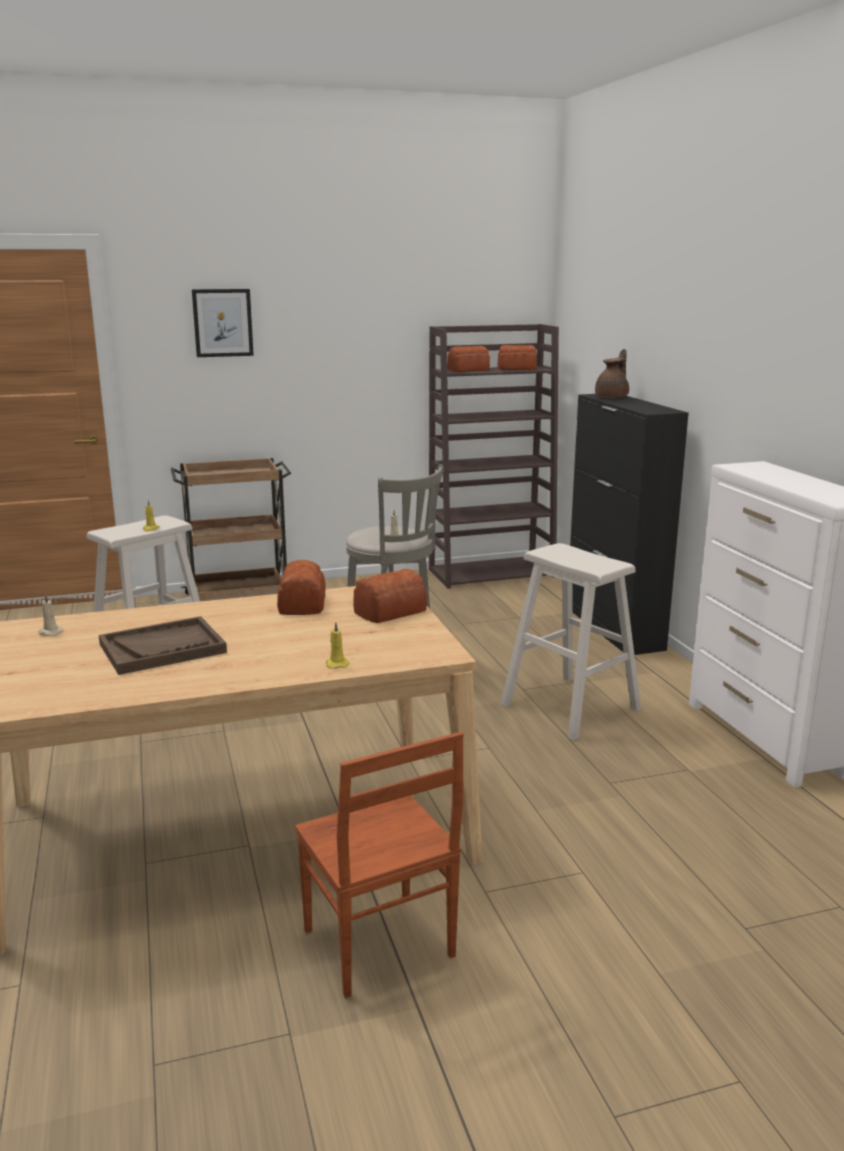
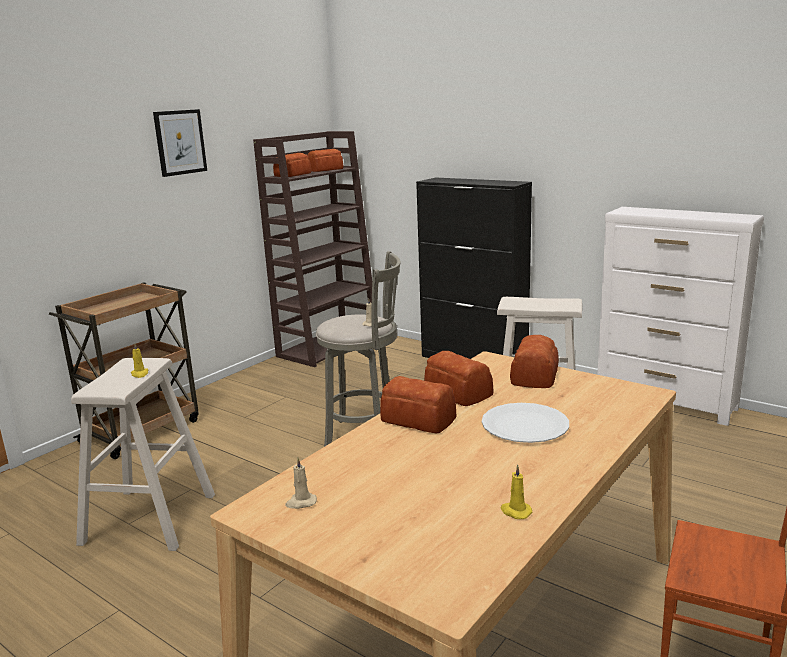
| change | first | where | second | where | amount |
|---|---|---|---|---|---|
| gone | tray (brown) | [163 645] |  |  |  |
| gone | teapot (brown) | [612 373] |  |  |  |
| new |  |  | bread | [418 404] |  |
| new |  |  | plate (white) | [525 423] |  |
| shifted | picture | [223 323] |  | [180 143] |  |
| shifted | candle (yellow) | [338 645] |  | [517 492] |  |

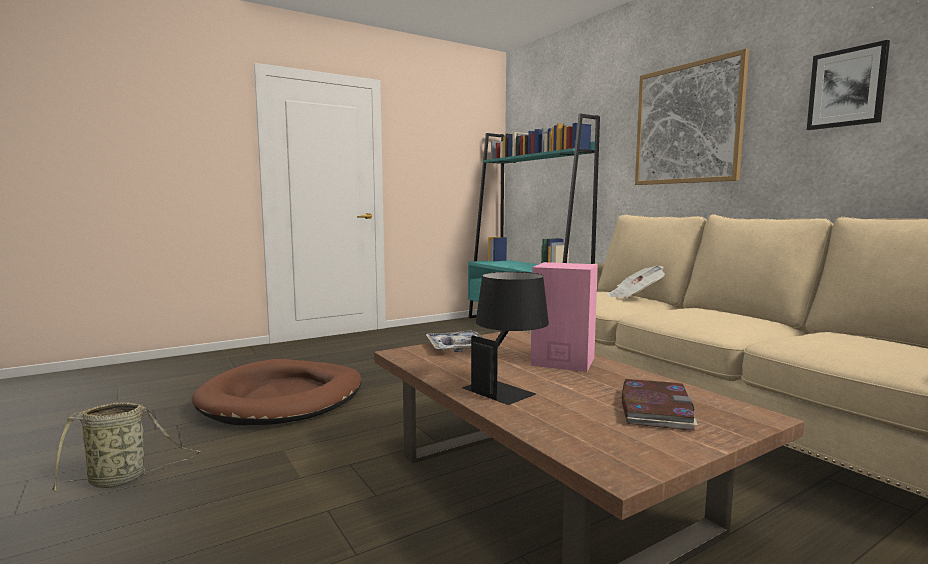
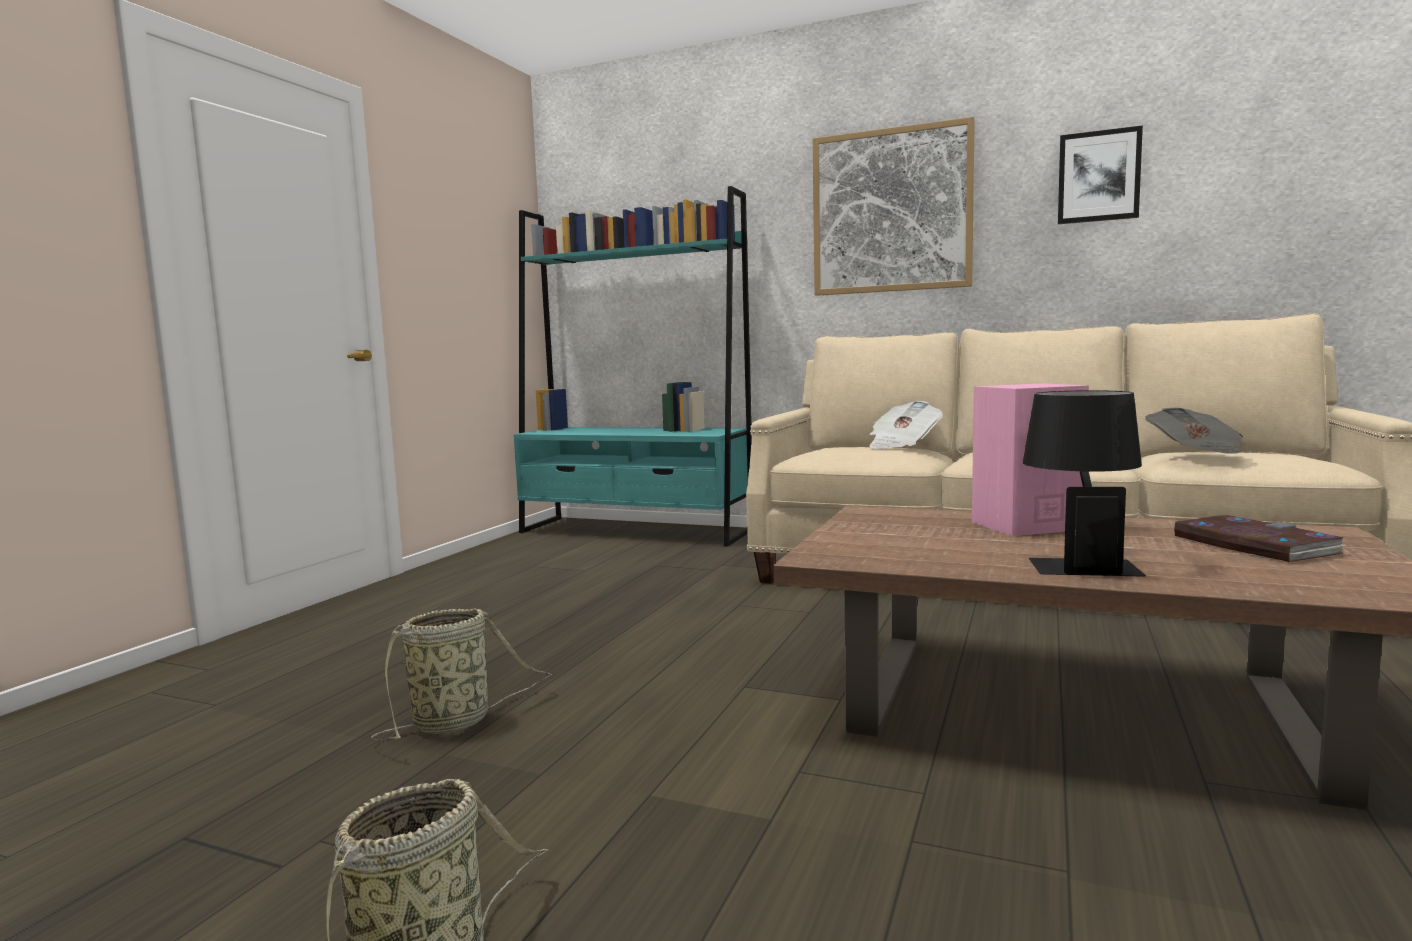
| change | first | where | second | where | amount |
|---|---|---|---|---|---|
| gone | tray | [454 341] |  |  |  |
| new |  |  | newspaper | [1195 431] |  |
| swapped | dog bed (brown) | [276 392] | basket | [461 674] |  |

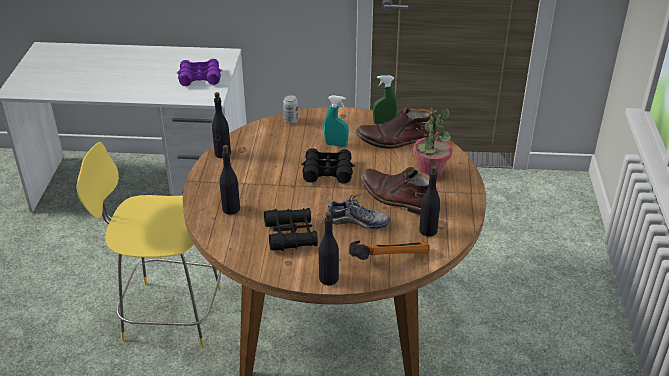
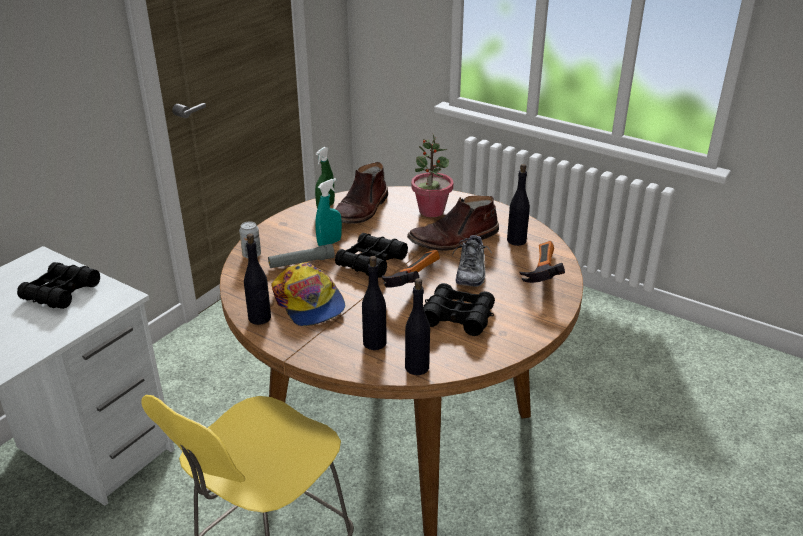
| change | first | where | second | where | amount |
|---|---|---|---|---|---|
| new |  |  | flashlight (grey) | [301 256] |  |
| new |  |  | cap | [308 294] |  |
| new |  |  | hammer | [411 268] |  |
| shifted | bottle (black) | [329 248] |  | [417 326] |  |
| repainted | binoculars (purple) | [199 72] | binoculars (black) | [58 285] |  |
| rotated | shoe | [358 212] |  | [472 260] | 150 degrees clockwise |

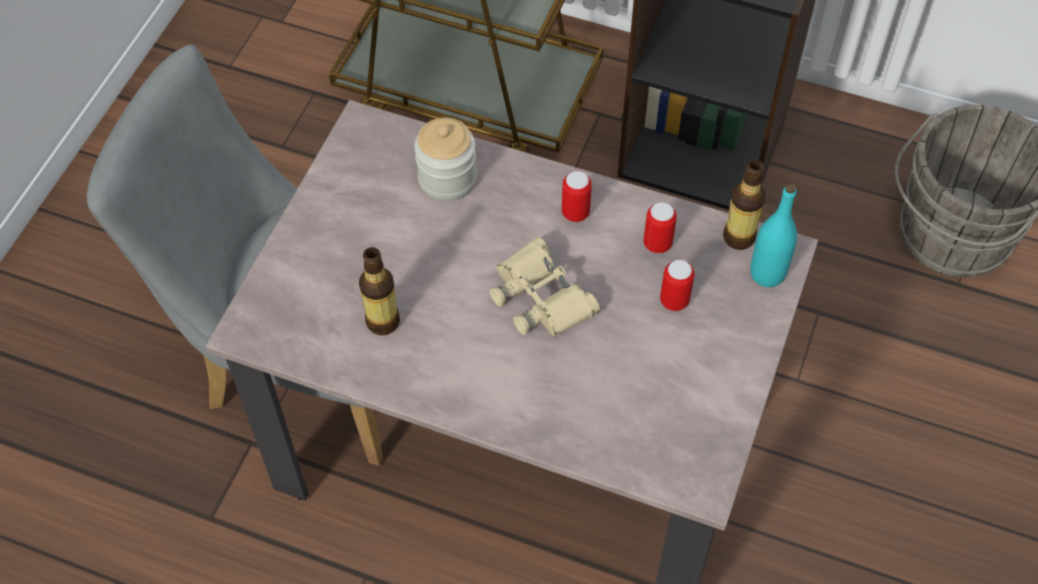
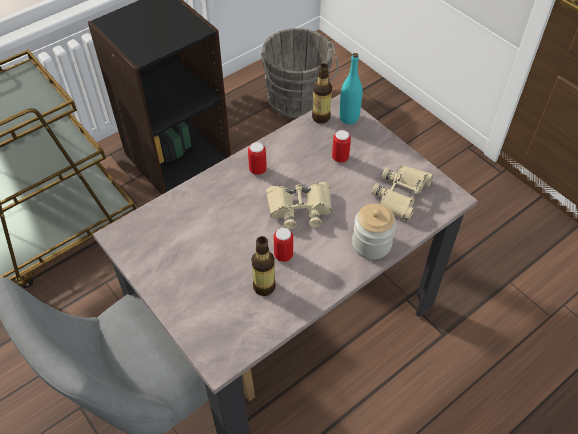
| change | first | where | second | where | amount |
|---|---|---|---|---|---|
| new |  |  | binoculars (beige) | [402 193] |  |
| shifted | jar | [445 159] |  | [374 231] |  |
| shifted | can | [660 228] |  | [283 245] |  |

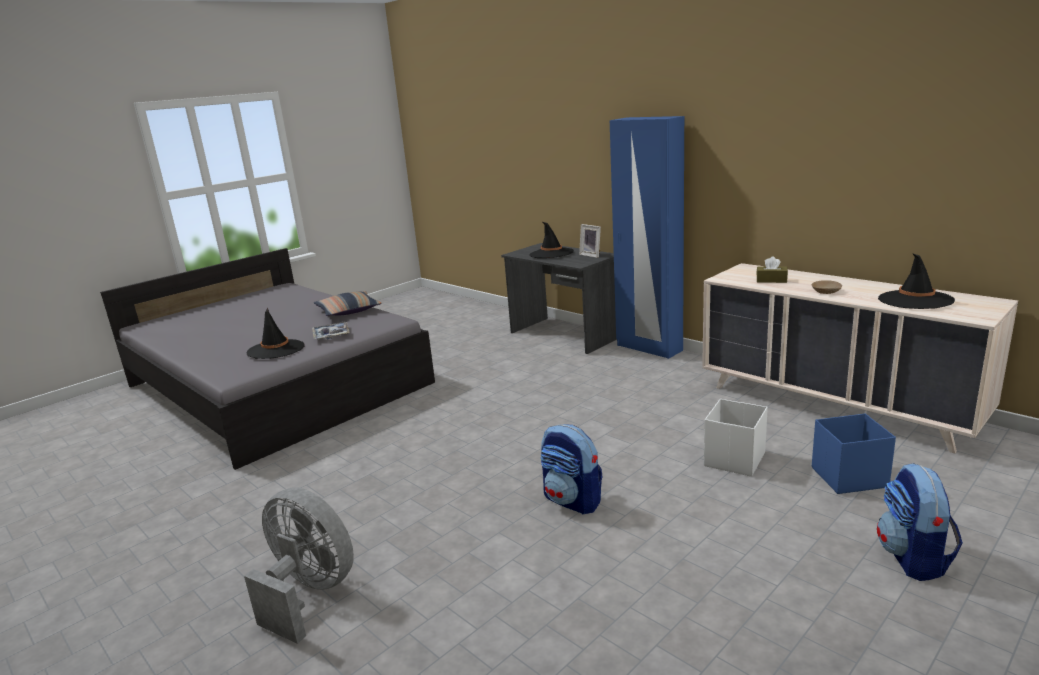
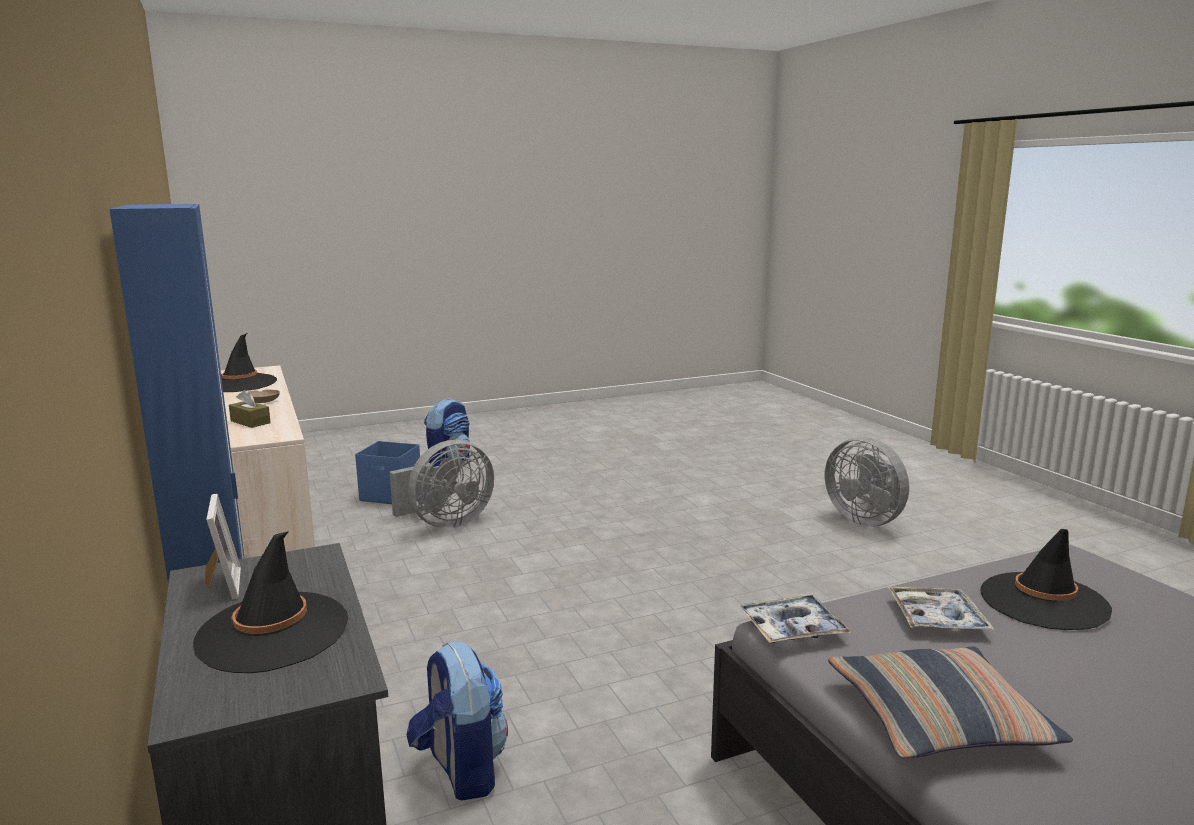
| change | first | where | second | where | amount |
|---|---|---|---|---|---|
| new |  |  | tray | [795 618] |  |
| shifted | backpack | [572 469] |  | [457 721] |  |
| swapped | storage box (white) | [736 438] | fan (grey) | [442 484] |  |

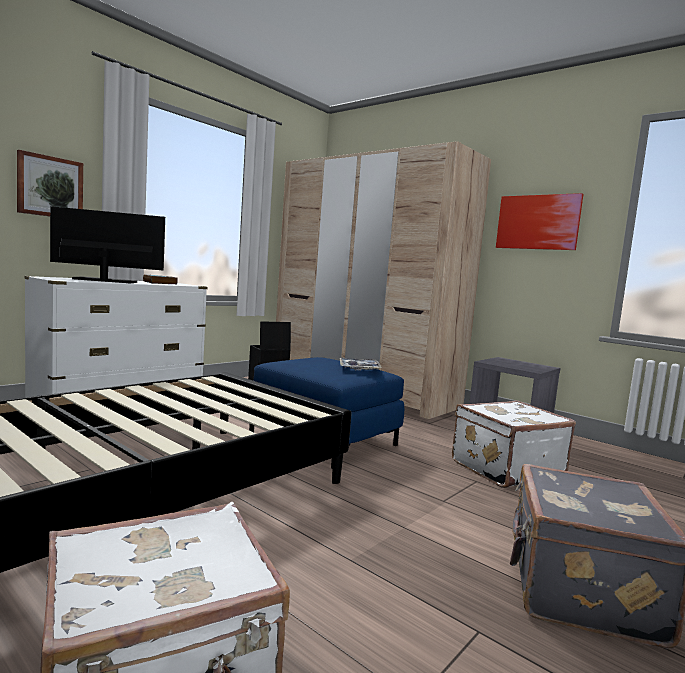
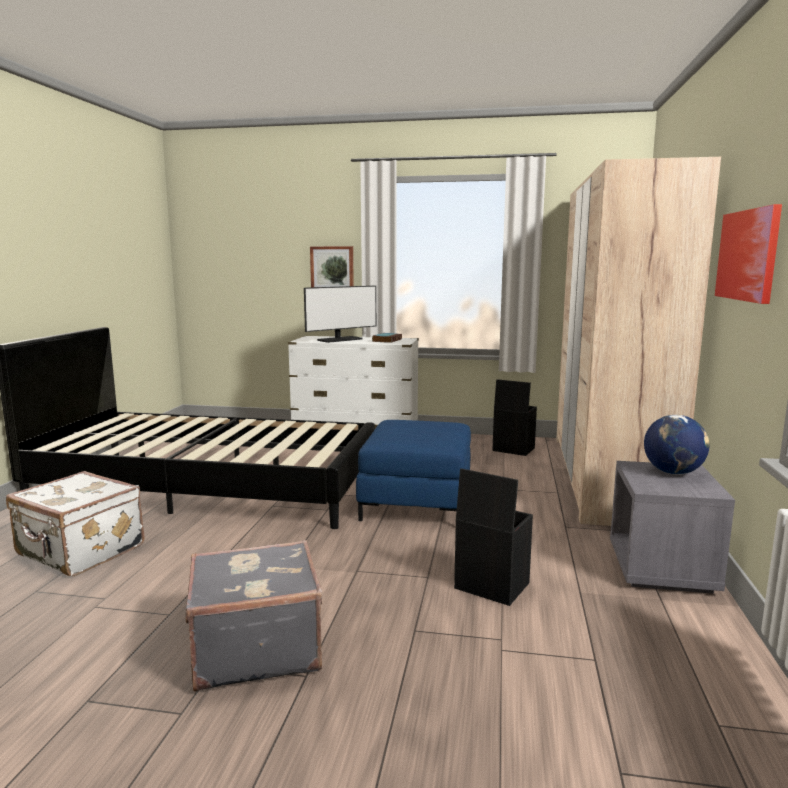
| change | first | where | second | where | amount |
|---|---|---|---|---|---|
| gone | tray | [360 364] |  |  |  |
| new |  |  | globe | [677 444] |  |
| swapped | suitcase (white) | [514 444] | storage box (black) | [493 537] |  |
| rotated | monitor | [107 244] |  | [340 314] | 90 degrees clockwise |

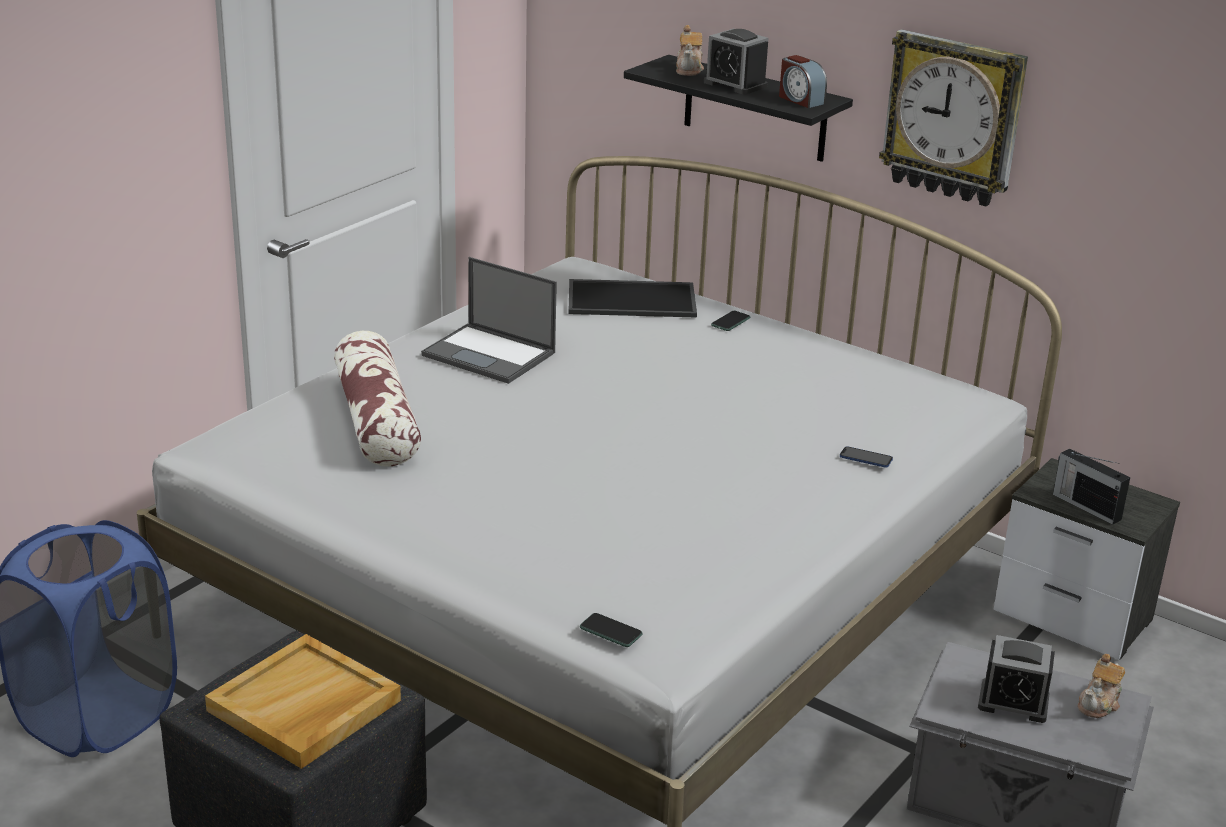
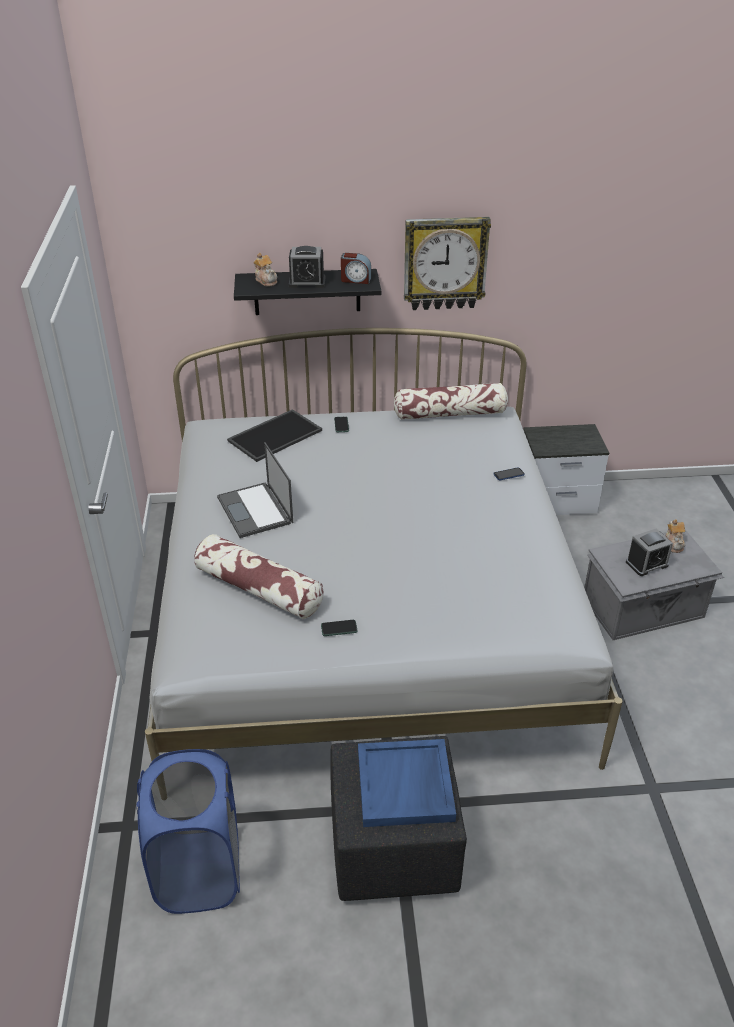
| change | first | where | second | where | amount |
|---|---|---|---|---|---|
| gone | radio | [1091 487] |  |  |  |
| new |  |  | pillow | [451 401] |  |
| shifted | phone | [611 630] |  | [339 628] |  |
| repainted | tray (beige) | [303 701] | tray (blue) | [407 783] |  |
| rotated | laptop | [489 320] |  | [255 490] | 75 degrees clockwise |

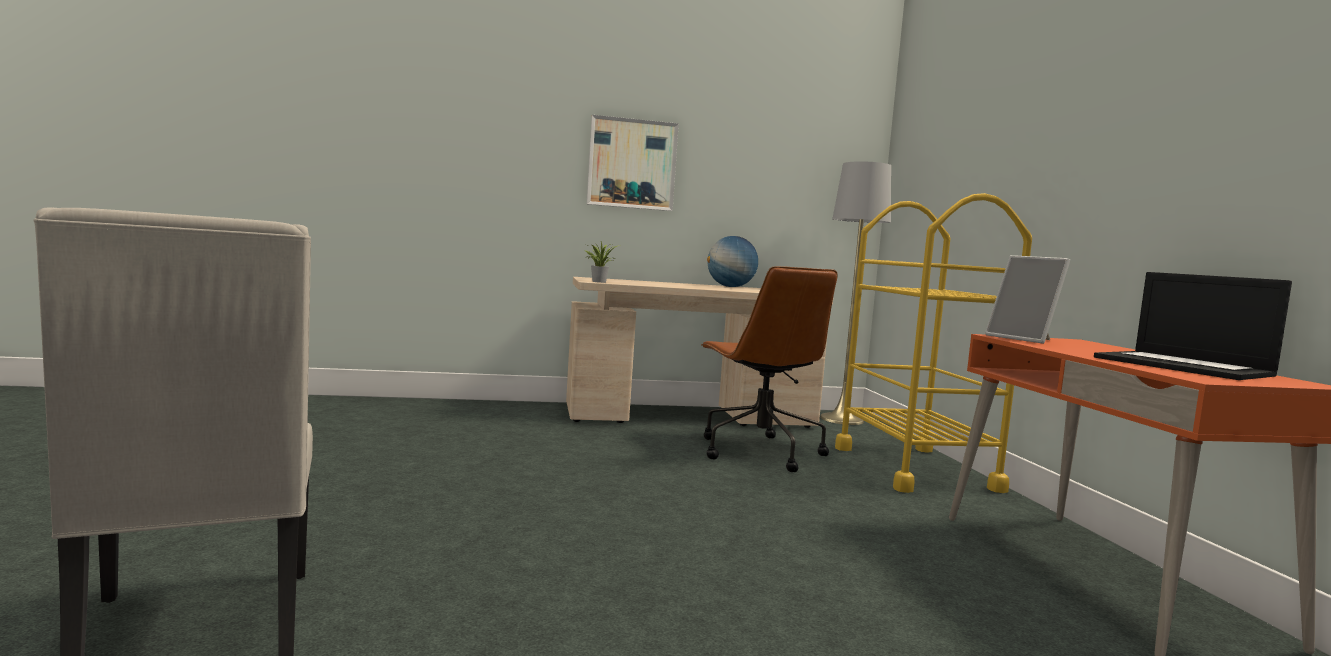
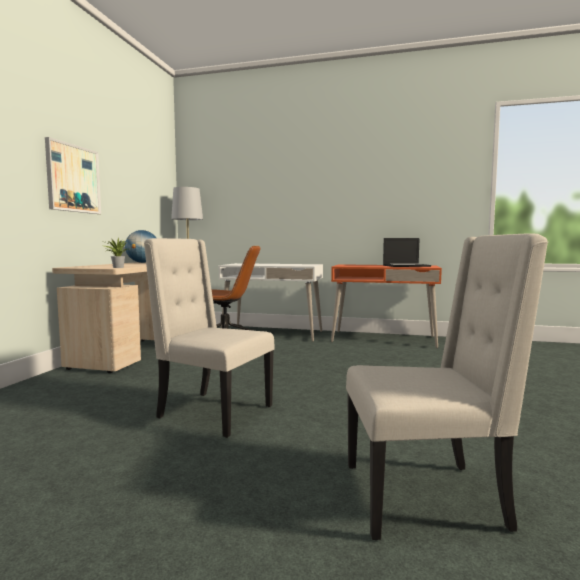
| change | first | where | second | where | amount |
|---|---|---|---|---|---|
| gone | picture frame | [1027 299] |  |  |  |
| new |  |  | chair (beige) | [209 338] |  |
| swapped | cart (yellow) | [933 343] | desk (white) | [270 302] |  |

